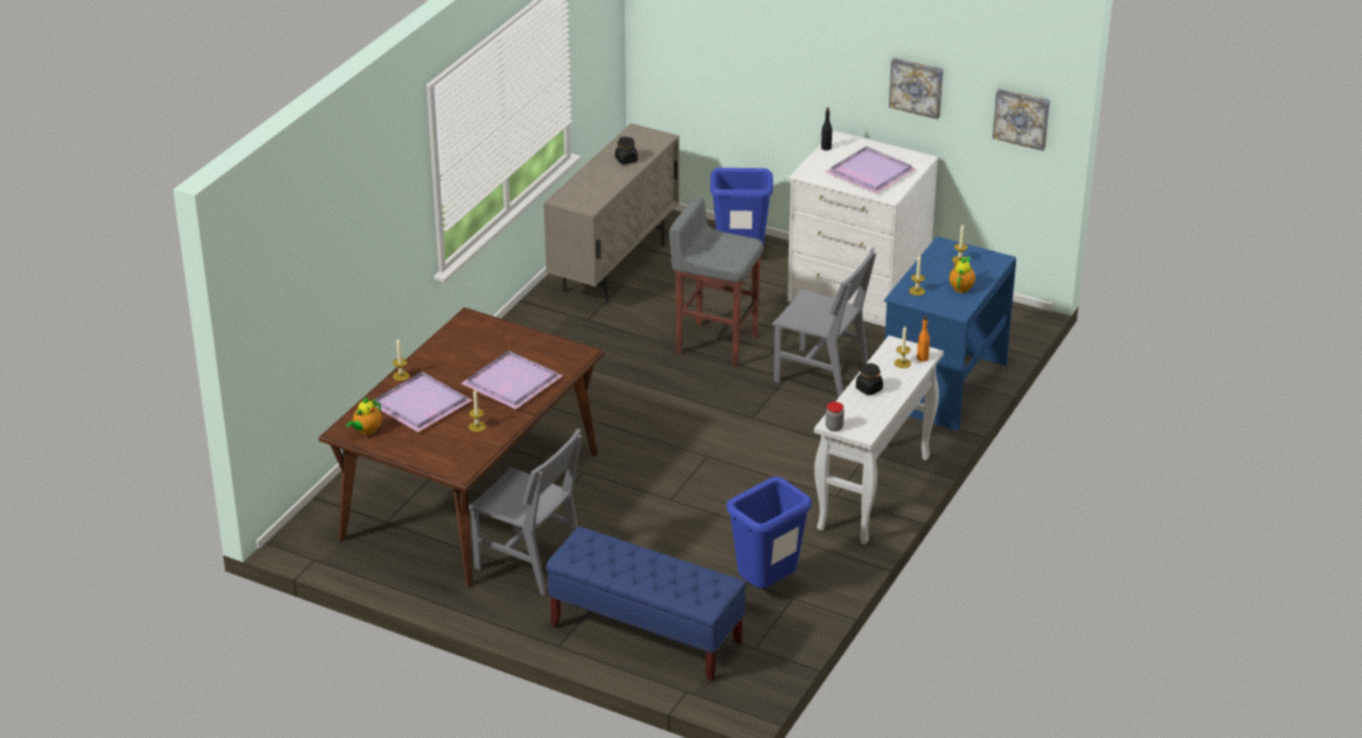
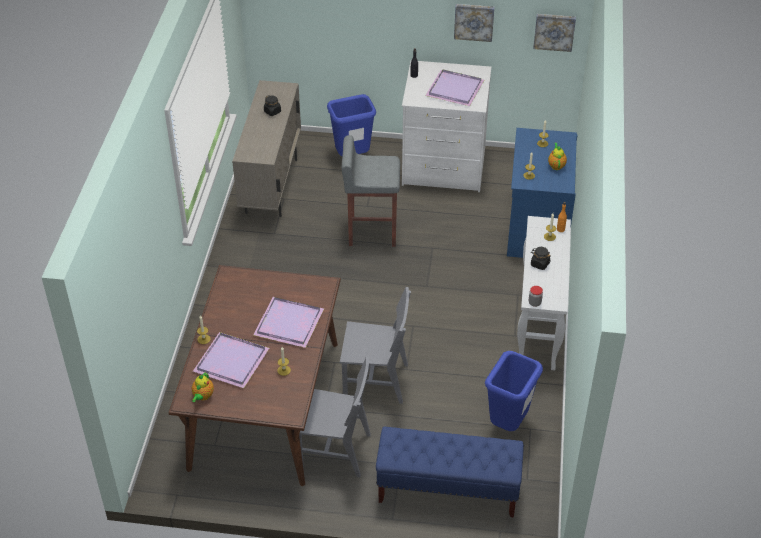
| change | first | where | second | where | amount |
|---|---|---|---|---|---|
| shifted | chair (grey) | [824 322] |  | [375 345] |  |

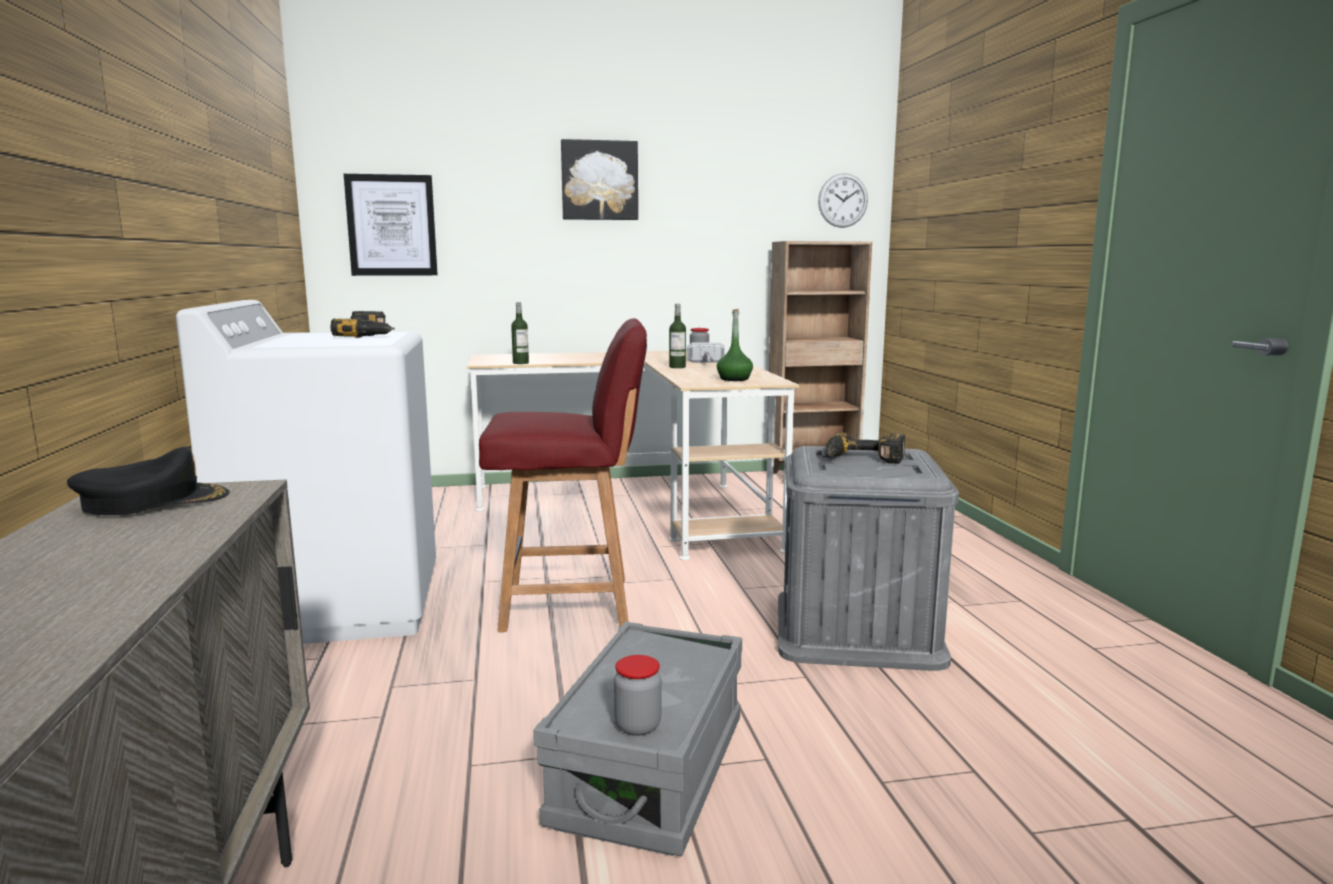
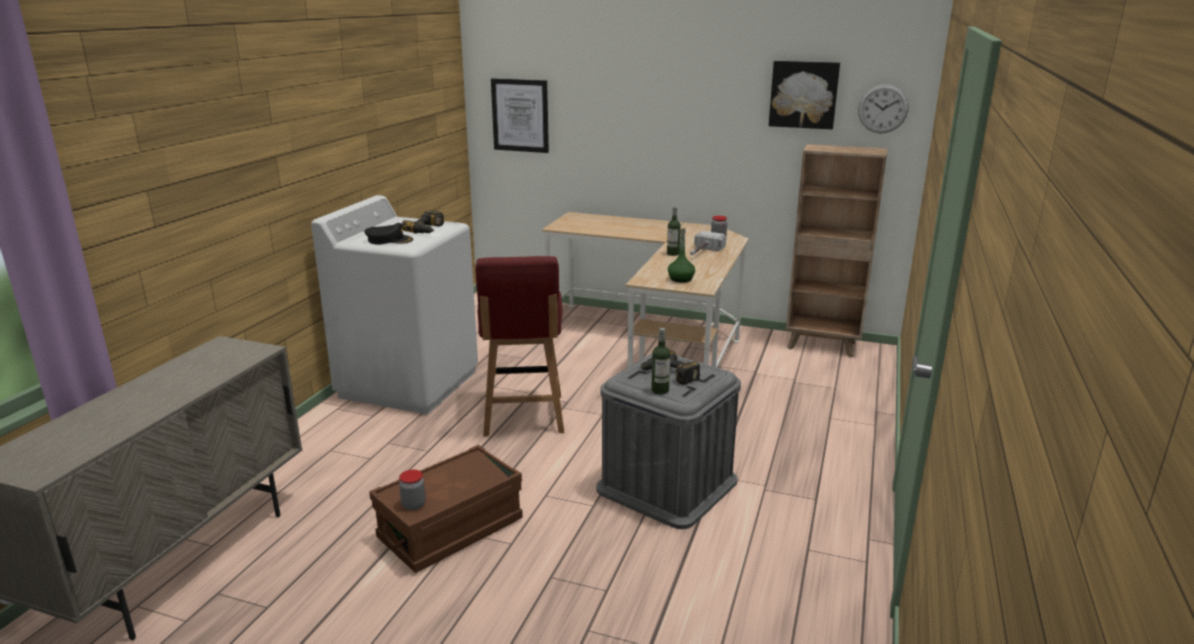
| change | first | where | second | where | amount |
|---|---|---|---|---|---|
| shifted | cap (black) | [148 480] |  | [388 234] |  |
| shifted | bottle | [520 333] |  | [660 361] |  |
| shifted | picture | [599 179] |  | [804 95] |  |
| repainted | storage box (grey) | [637 739] | storage box (brown) | [446 509] |  |
| rotated | chair (red) | [563 475] |  | [519 346] | 60 degrees clockwise |

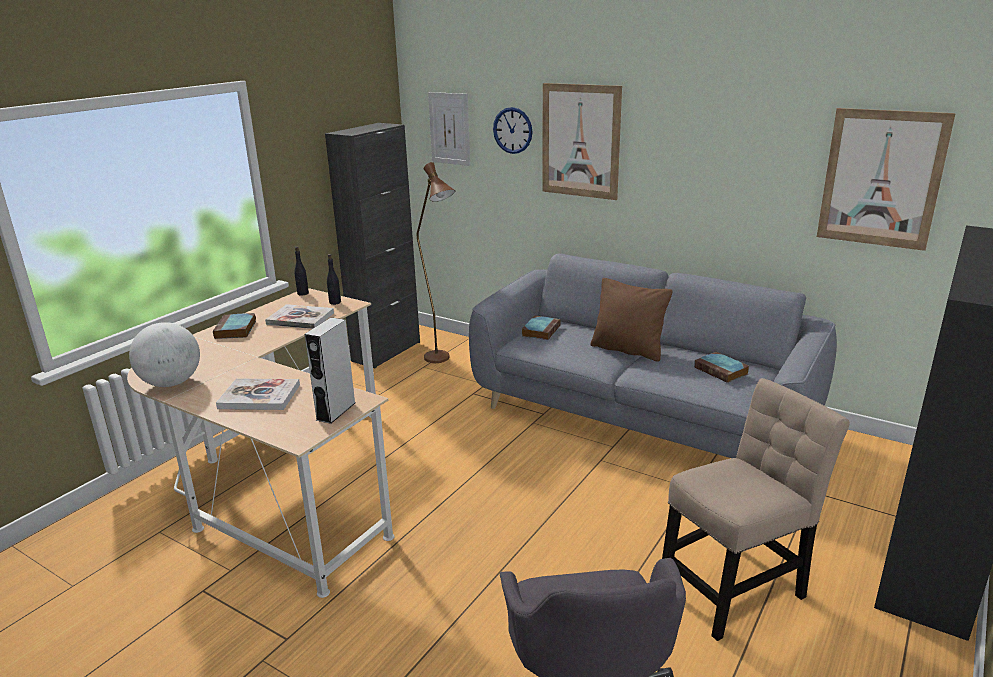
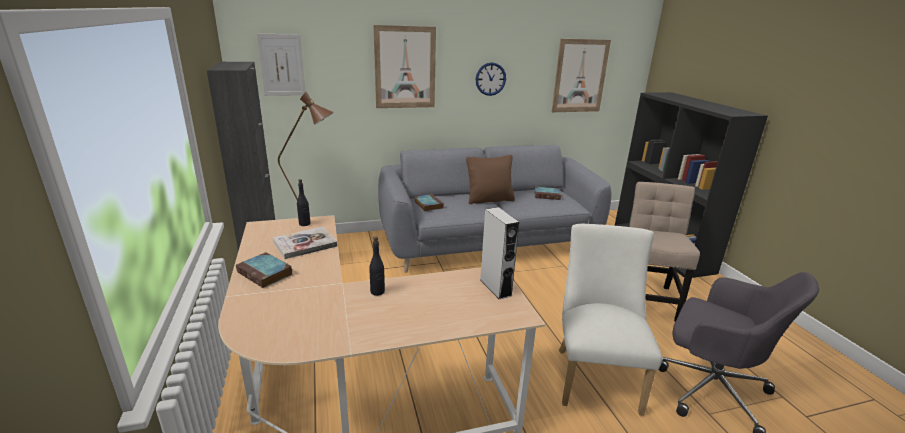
| change | first | where | second | where | amount |
|---|---|---|---|---|---|
| gone | globe | [164 354] |  |  |  |
| gone | book | [258 394] |  |  |  |
| new |  |  | chair (white) | [610 320] |  |
| shifted | bottle (black) | [301 271] |  | [377 266] |  |
| shifted | wall clock | [512 130] |  | [491 79] |  |

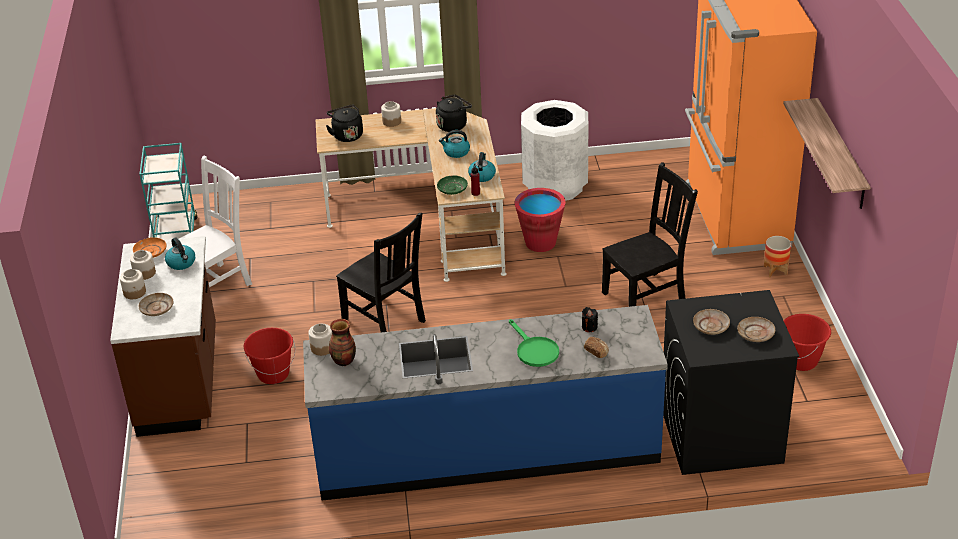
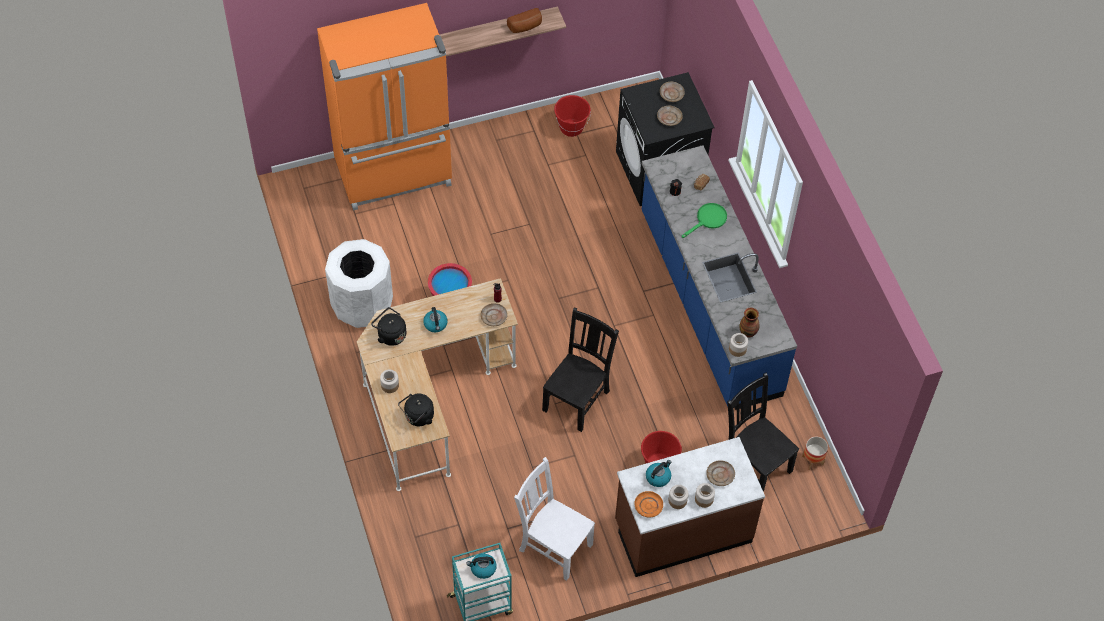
| change | first | where | second | where | amount |
|---|---|---|---|---|---|
| new |  |  | bread | [524 20] |  |
| shifted | kettle | [482 167] |  | [481 566] |  |
| shifted | chair (black) | [650 234] |  | [763 432] |  |
| shifted | planter | [777 257] |  | [815 453] |  |
| repainted | plate (green) | [452 185] | plate (beige) | [494 314] |  |

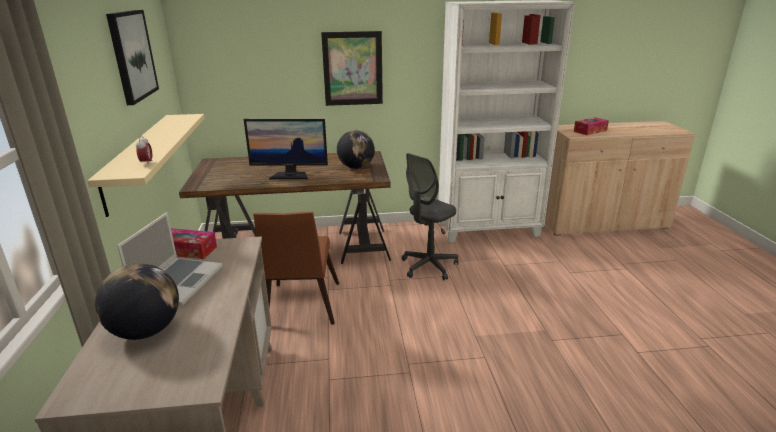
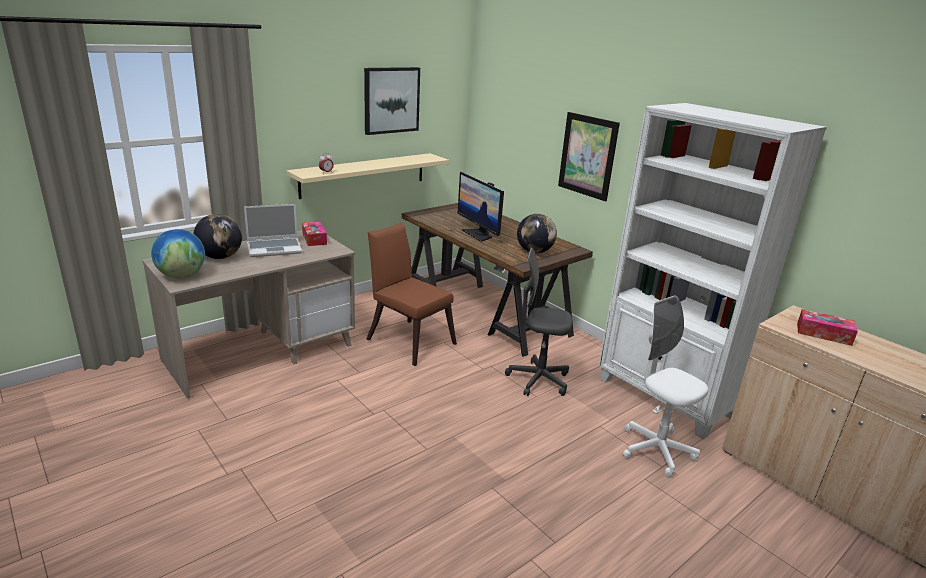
| change | first | where | second | where | amount |
|---|---|---|---|---|---|
| new |  |  | globe | [178 253] |  |
| new |  |  | office chair (white) | [665 386] |  |
| rotated | chair (brown) | [296 268] |  | [412 294] | 75 degrees clockwise |

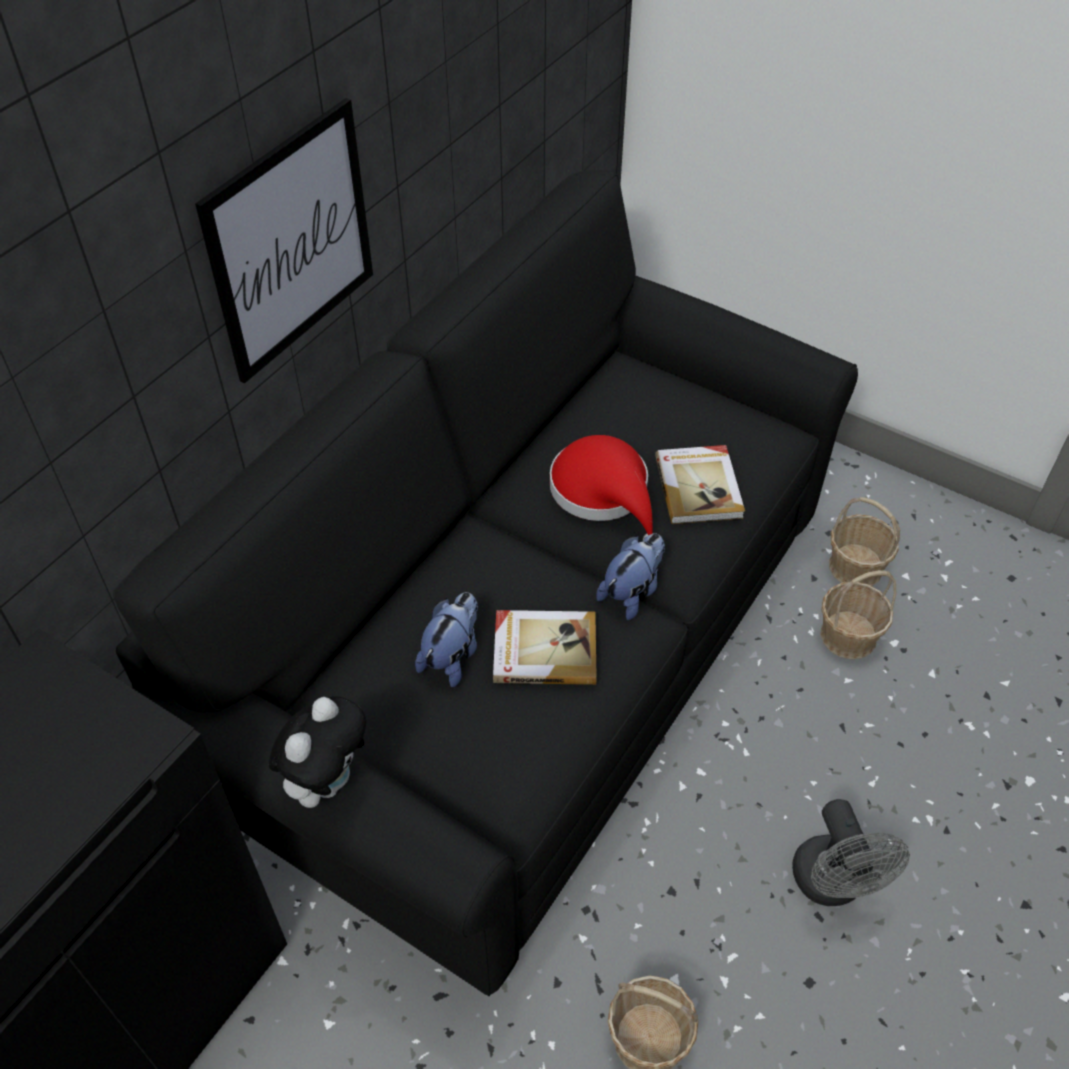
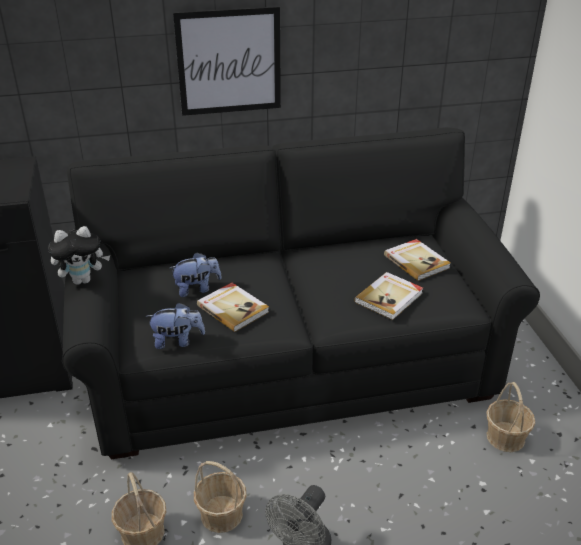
| change | first | where | second | where | amount |
|---|---|---|---|---|---|
| gone | hat (red) | [602 488] |  |  |  |
| new |  |  | book | [417 260] |  |
| shifted | plush toy | [630 577] |  | [175 325] |  |
| shifted | basket | [858 614] |  | [220 497] |  |

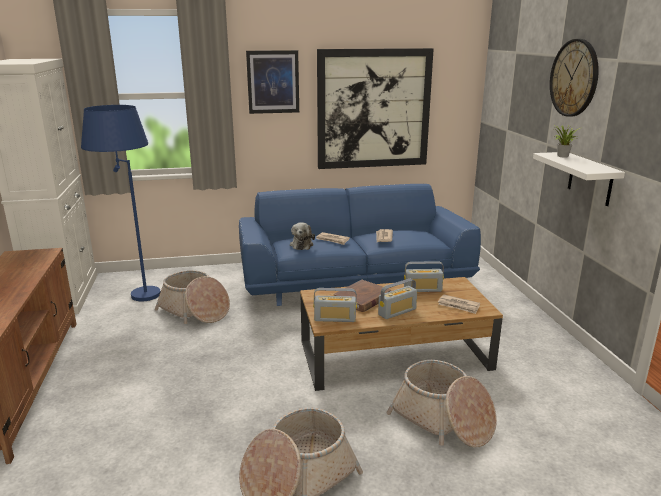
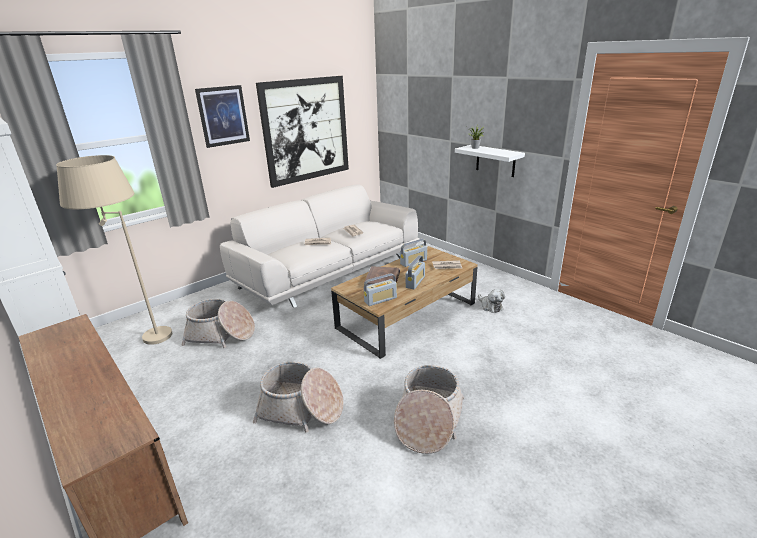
| change | first | where | second | where | amount |
|---|---|---|---|---|---|
| gone | wall clock | [574 78] |  |  |  |
| shifted | plush toy | [302 236] |  | [491 301] |  |
| shifted | basket | [441 404] |  | [298 397] |  |
| repainted | floor lamp (blue) | [121 203] | floor lamp (beige) | [114 250] |  |
| repainted | sofa (blue) | [360 245] | sofa (white) | [319 246] |  |

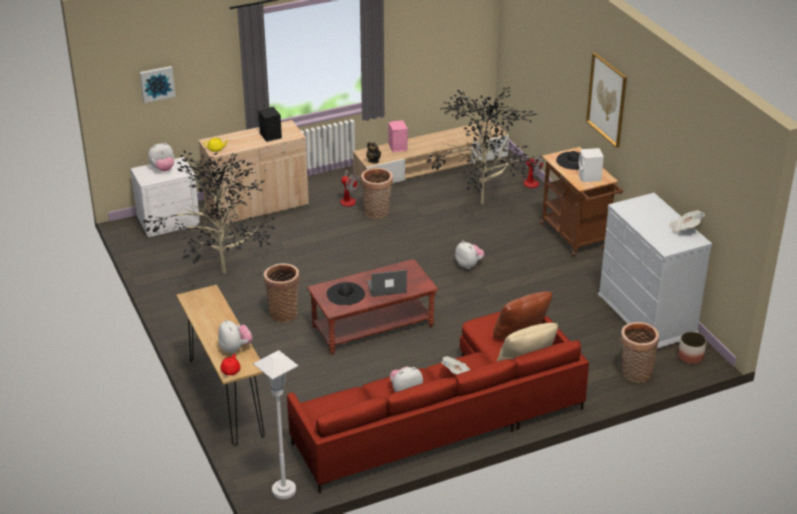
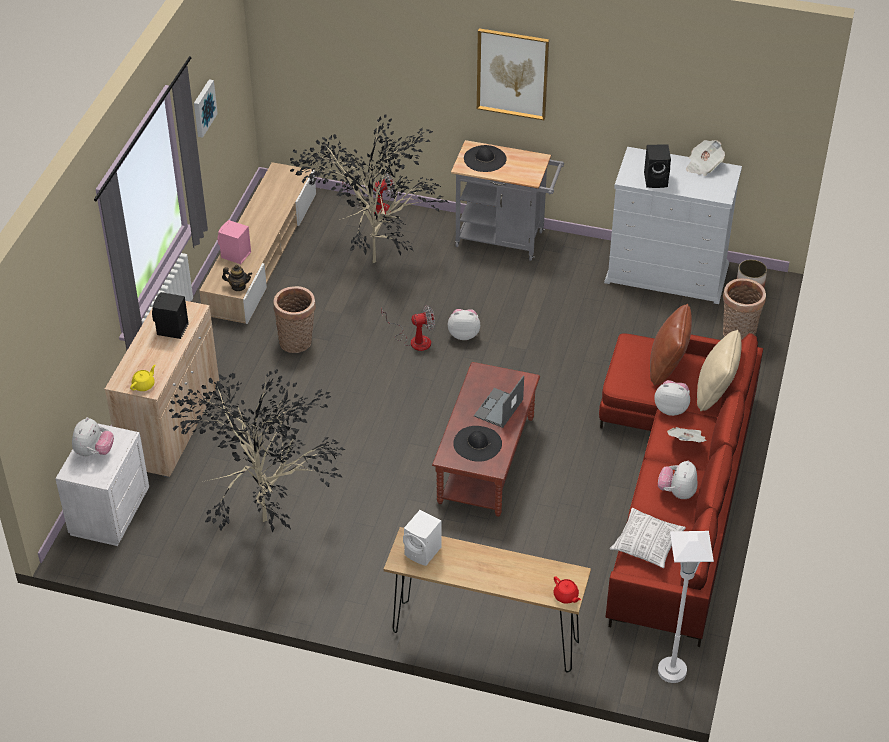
| change | first | where | second | where | amount |
|---|---|---|---|---|---|
| gone | basket | [282 292] |  |  |  |
| new |  |  | pillow | [648 538] |  |
| new |  |  | speaker (black) | [657 166] |  |
| shifted | picture | [158 84] |  | [206 108] |  |
| shifted | plush toy | [235 336] |  | [672 398] |  |
| shifted | fan | [349 188] |  | [408 328] |  |
| shifted | speaker (white) | [591 165] |  | [422 538] |  |
| repainted | cart (brown) | [581 202] | cart (grey) | [507 200] |  |

